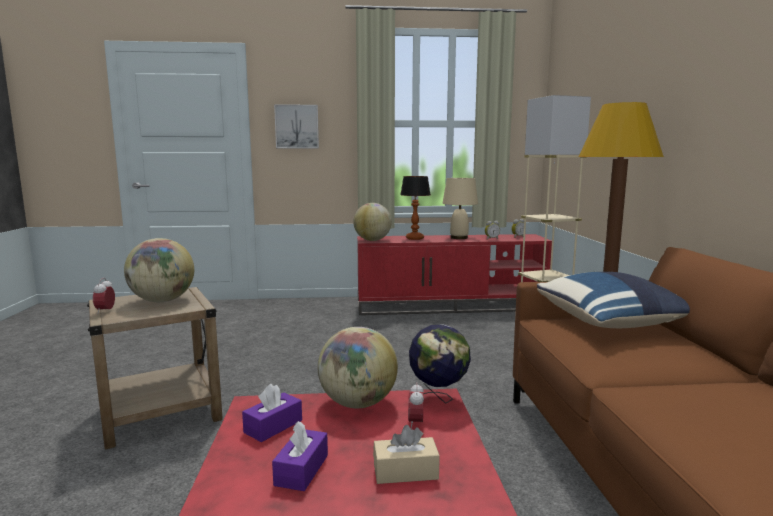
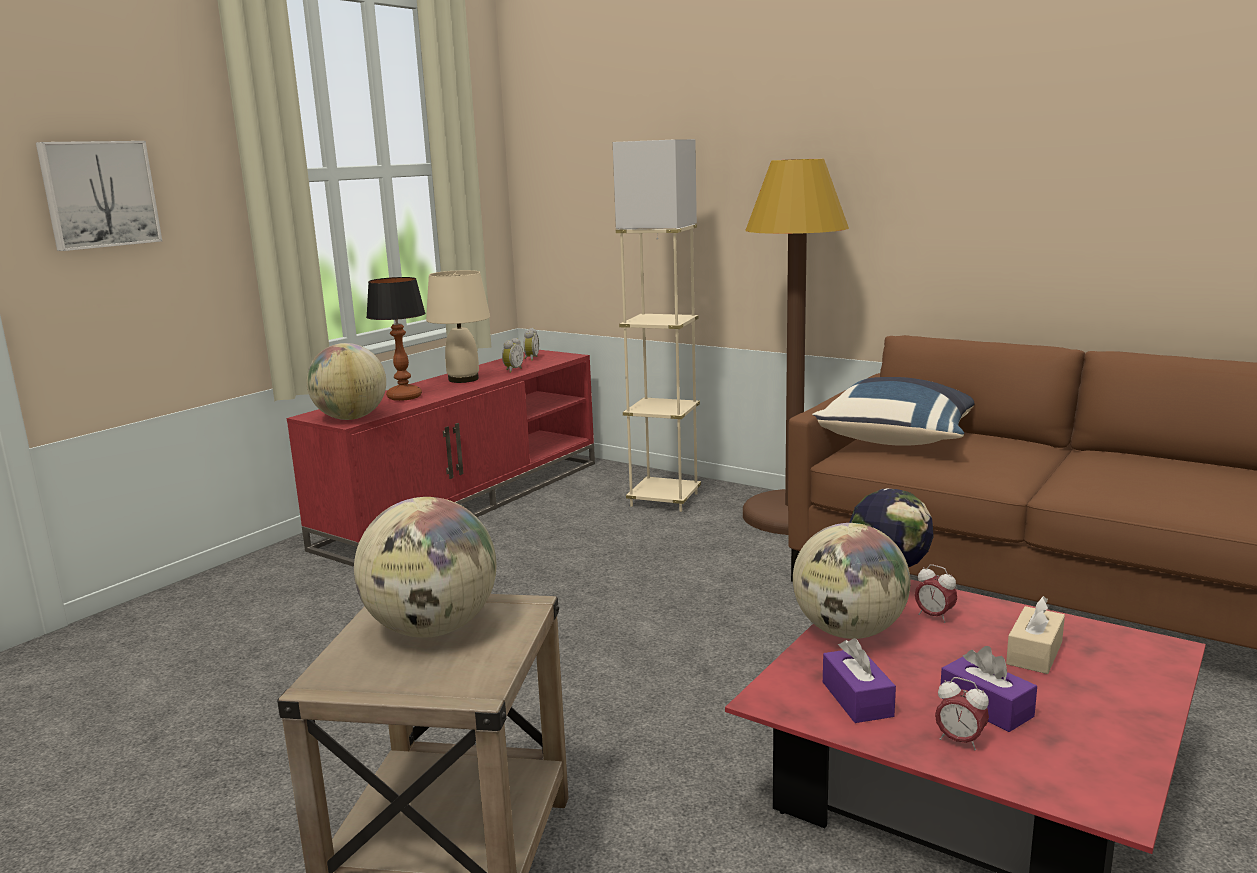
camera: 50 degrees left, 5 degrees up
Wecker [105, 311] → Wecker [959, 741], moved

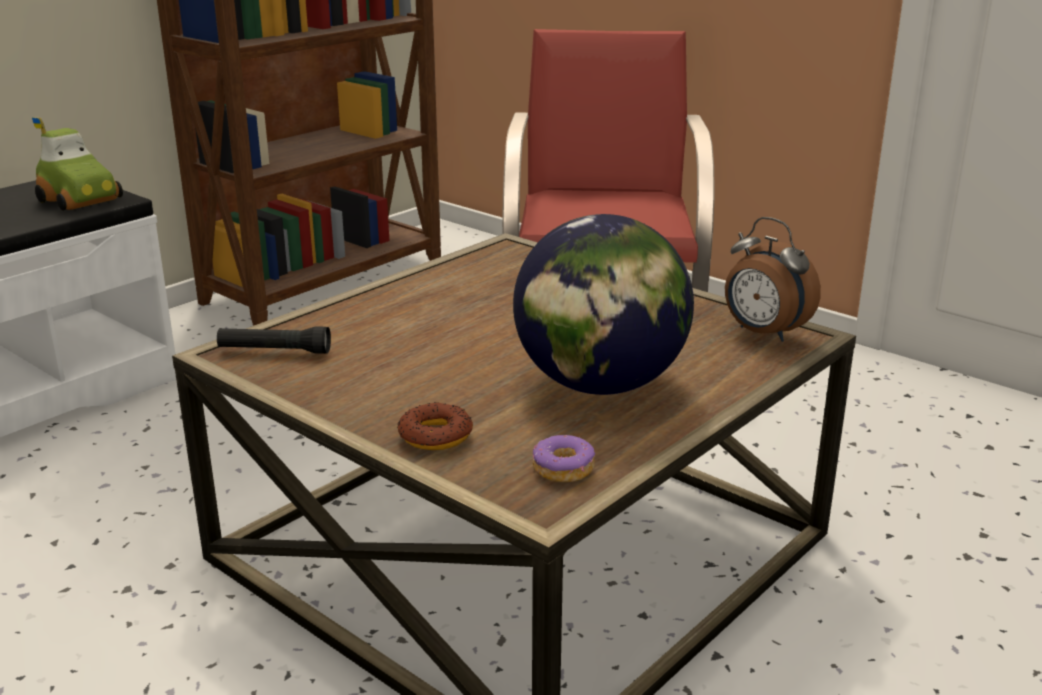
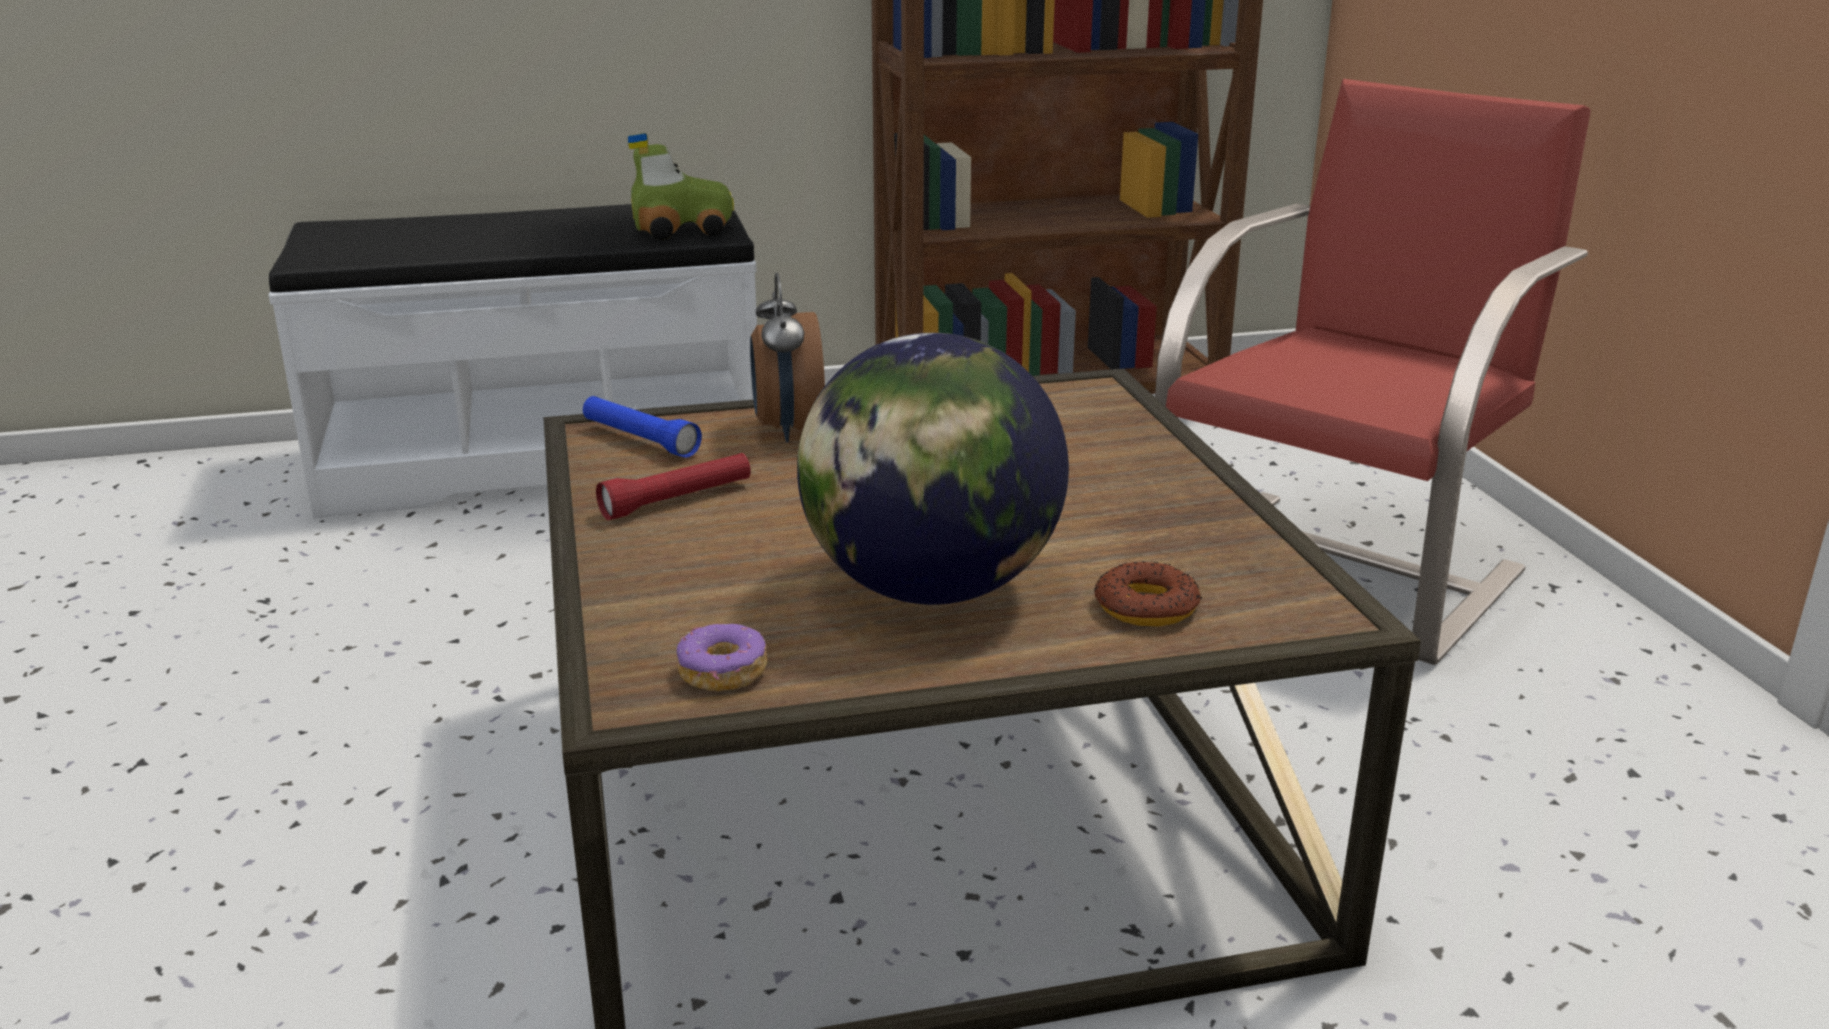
camera: 35 degrees right, 0 degrees up
Spielzeugauto [82, 200] → Spielzeugauto [682, 229], 90 degrees counterclockwise
Taschenlampe/schwarz [274, 351] → Taschenlampe/blau [640, 439]
Donut [435, 435] → Donut [1146, 606], moved
Wecker [763, 333] → Wecker [788, 430], moved
- → Taschenlampe/rot [677, 500]

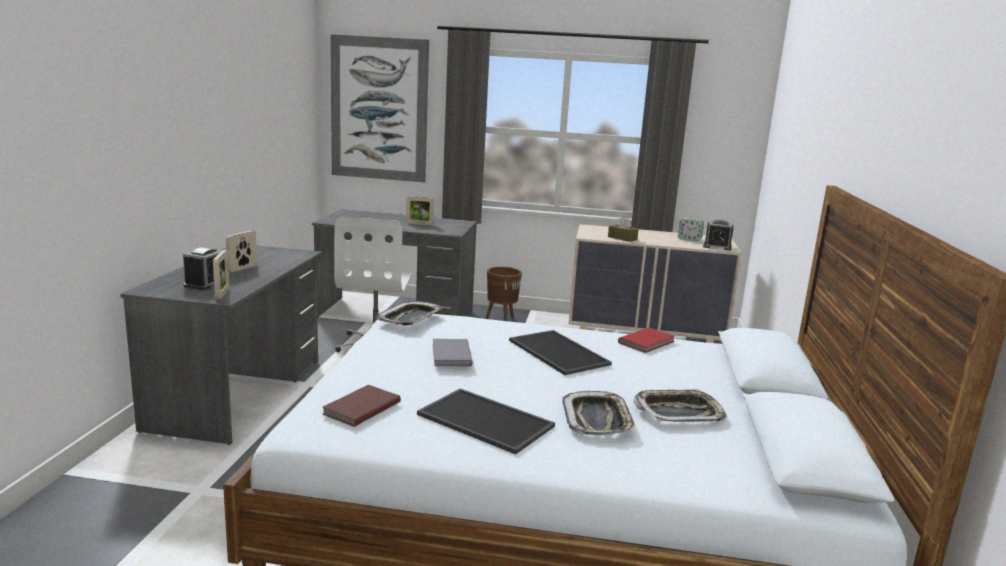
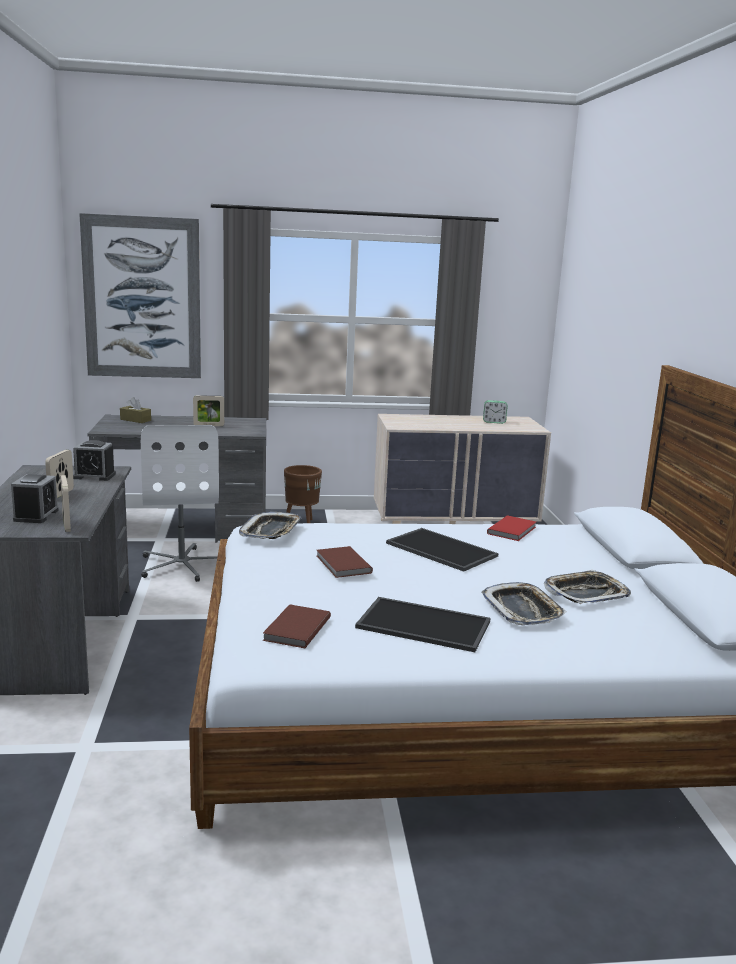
camera: 15 degrees left, 0 degrees up
Buch/grau [450, 355] → Buch/braun [342, 565]
Taschentuchbox/braun [622, 238] → Taschentuchbox/braun [135, 420], moved
Wecker [717, 247] → Wecker [94, 476], moved

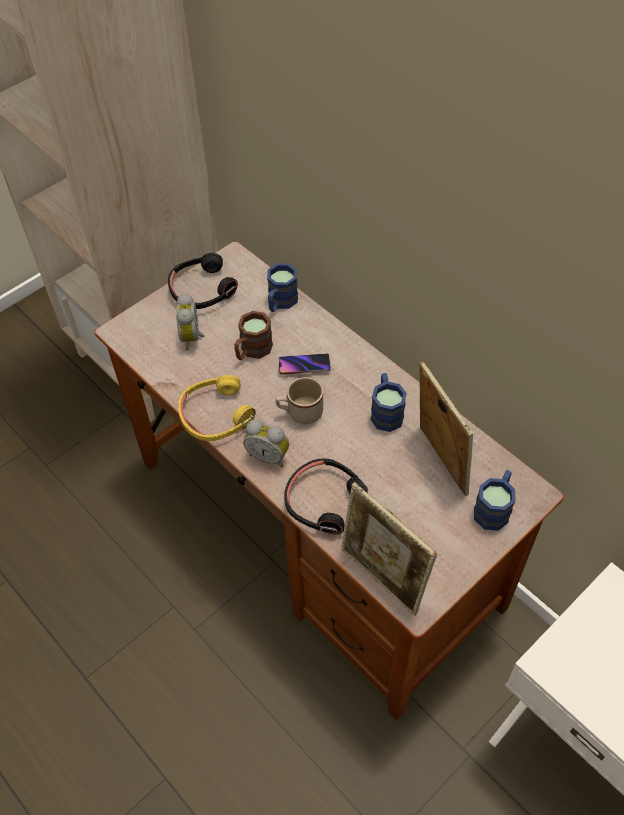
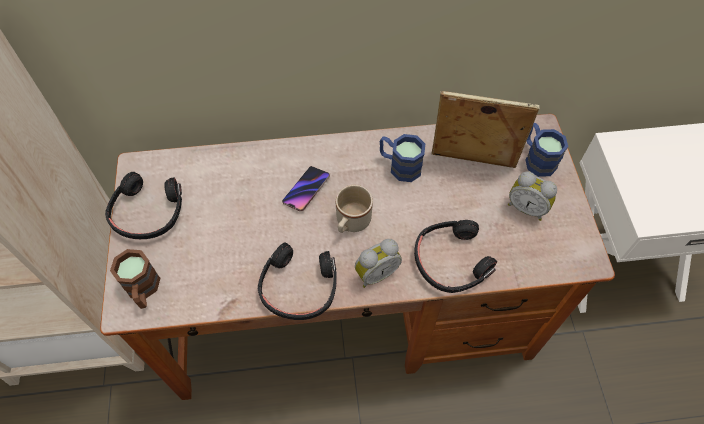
camera: 55 degrees left, 5 degrees up
Wecker [193, 337] → Wecker [526, 207], moved
Kopfhörer/gelb [216, 415] → Kopfhörer/schwarz [299, 287]
Henkelbecher/braun [252, 351] → Henkelbecher/braun [143, 290], moved
Henkelbecher/blau [280, 302] → -
Bilderrahmen [382, 578] → -

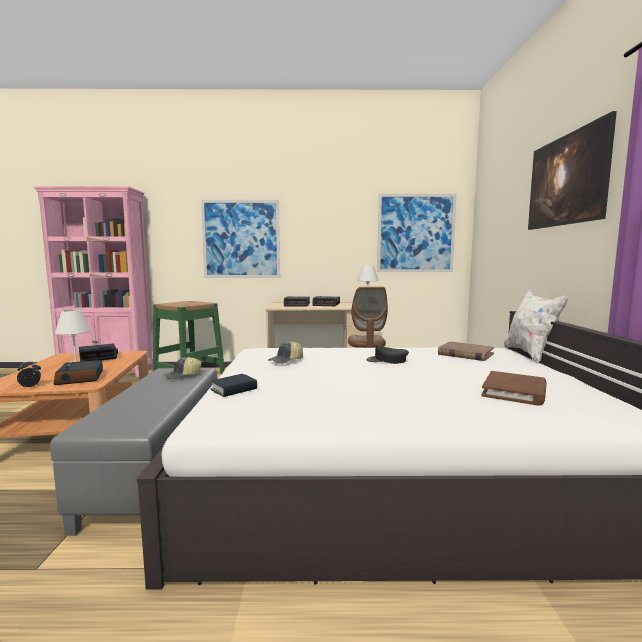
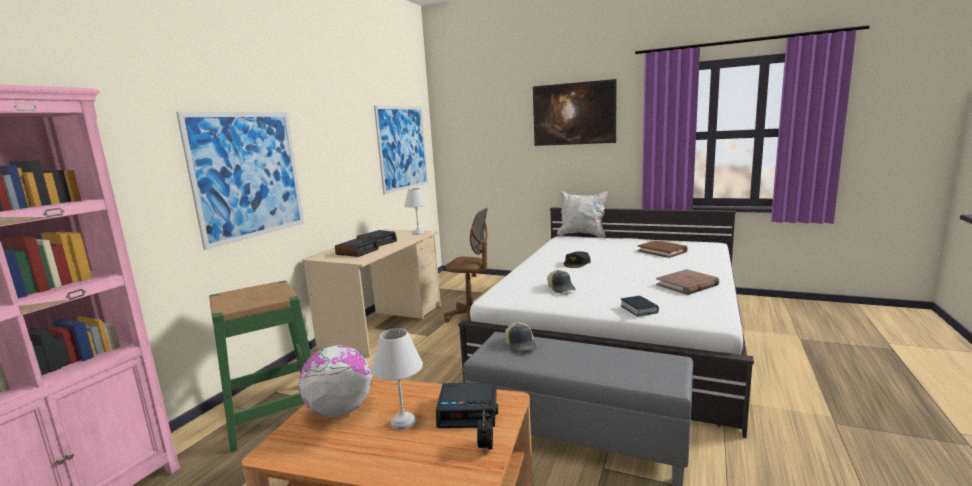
camera: 65 degrees left, 5 degrees up
Wecker [98, 357] → Globus [340, 411]
Buch/braun [465, 354] → Buch/braun [687, 285], moved

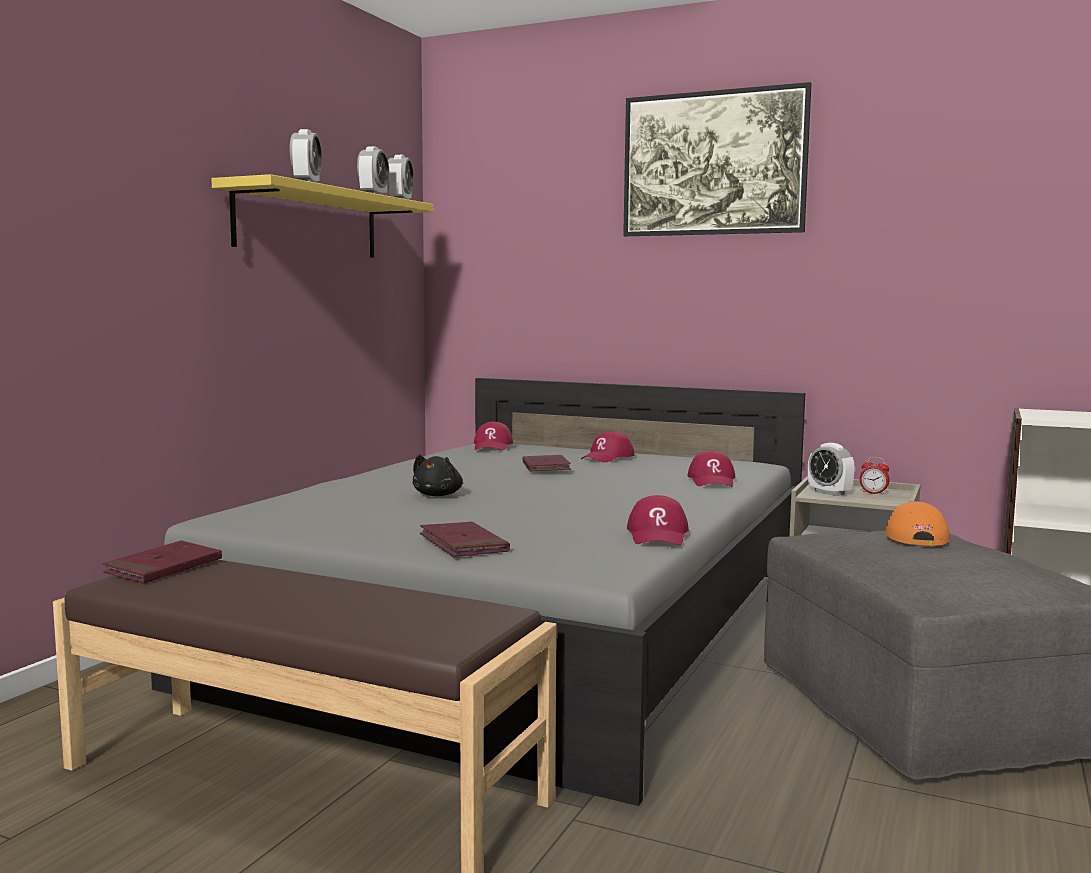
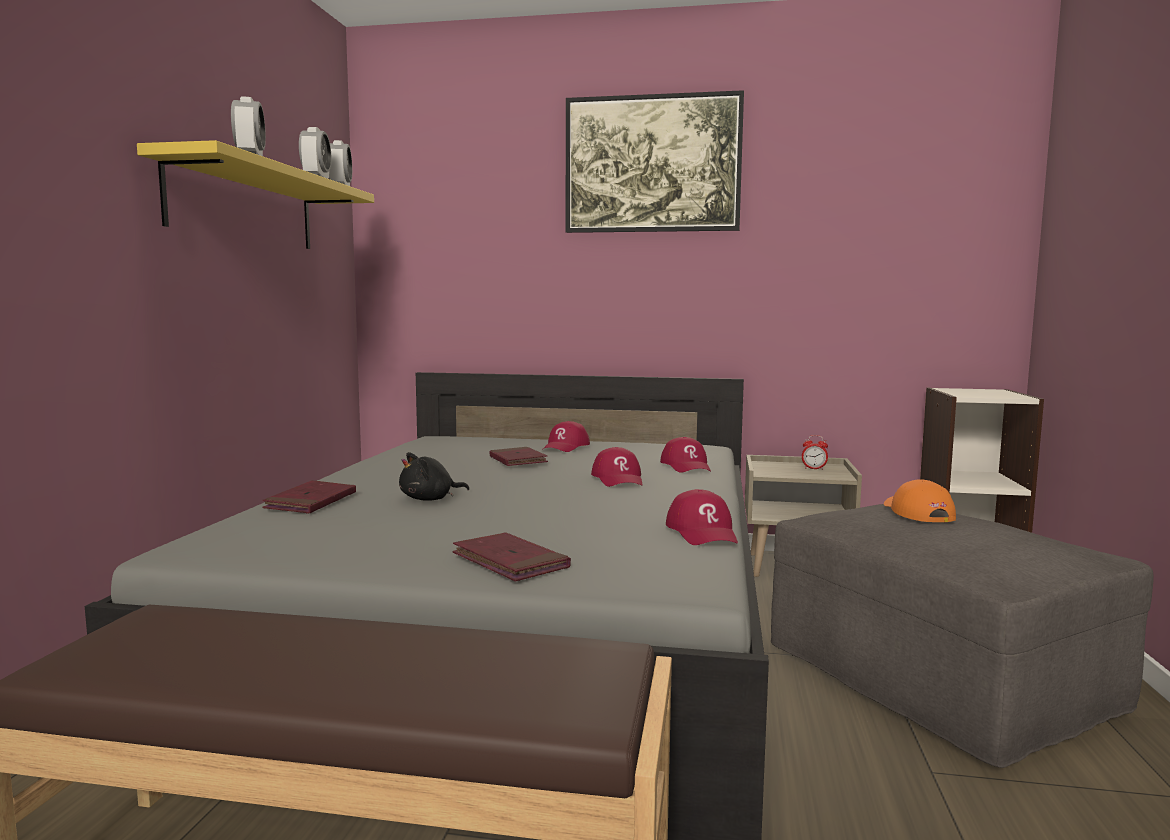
camera: 15 degrees left, 0 degrees up
Buch/rot [164, 567] → Buch/rot [311, 501], moved
Plüschtier/schwarz [438, 495] → Plüschtier/schwarz [430, 499], 60 degrees clockwise
Kappe/rot [492, 446] → Kappe/rot [618, 479], moved
Wecker [829, 493] → -

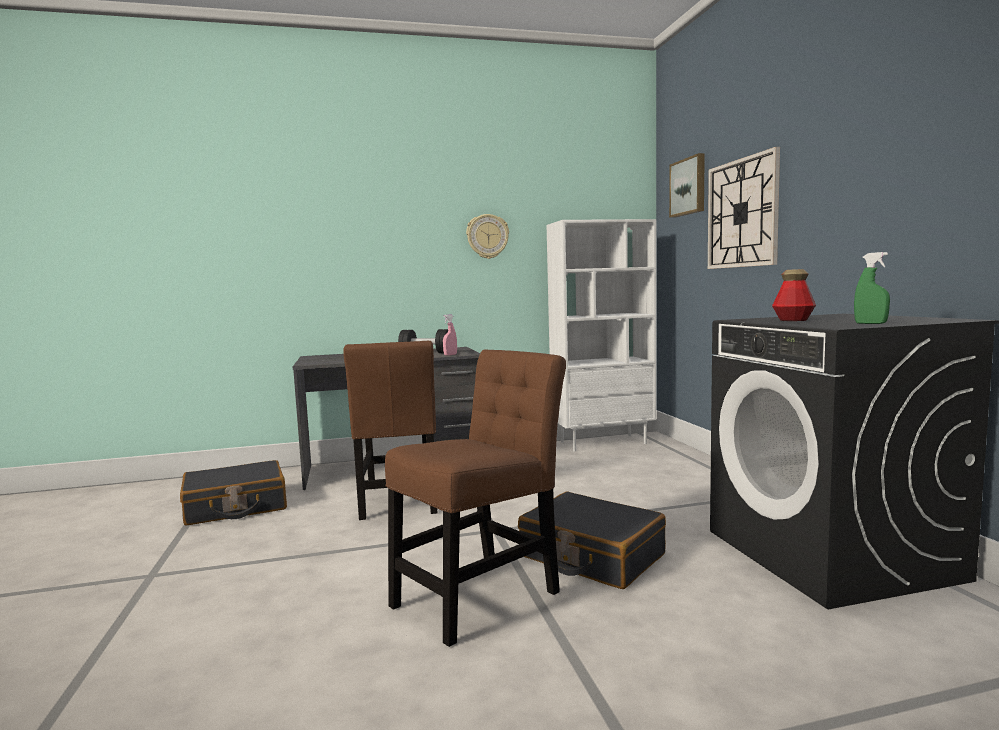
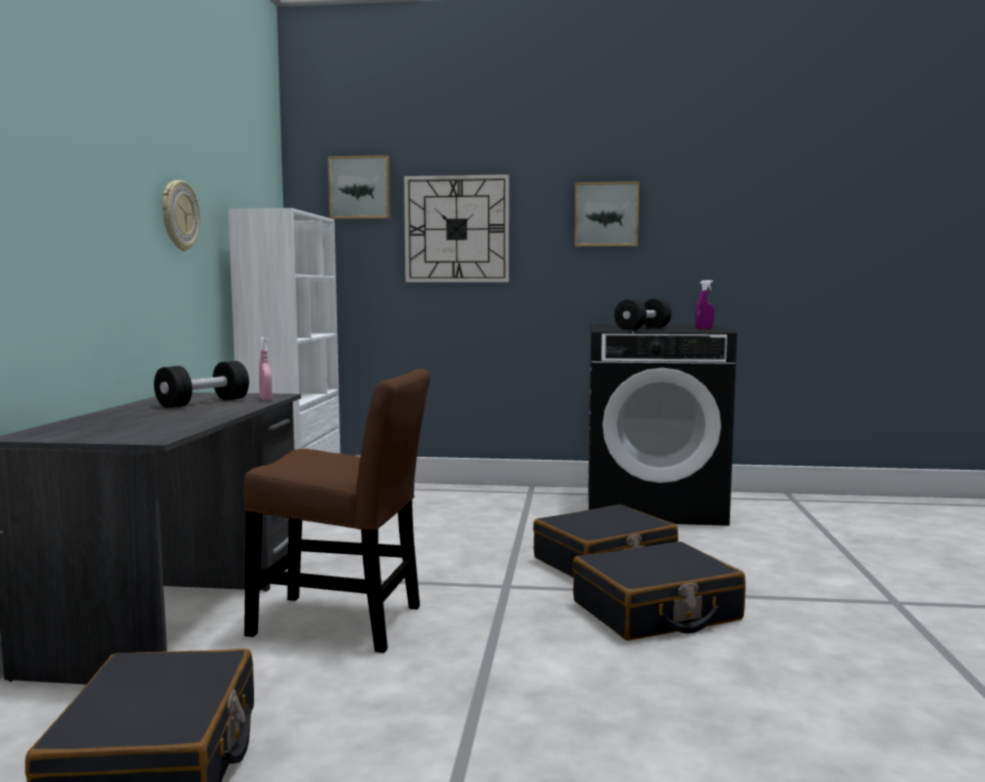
camera: 70 degrees left, 0 degrees up
Stuhl/braun [481, 594] → Koffer/schwarz [656, 612]
Flasche [793, 320] → Hantel/schwarz [643, 329]
Sprühflasche/grün [870, 323] → Sprühflasche/lila [704, 328]
- → Bild [606, 214]

